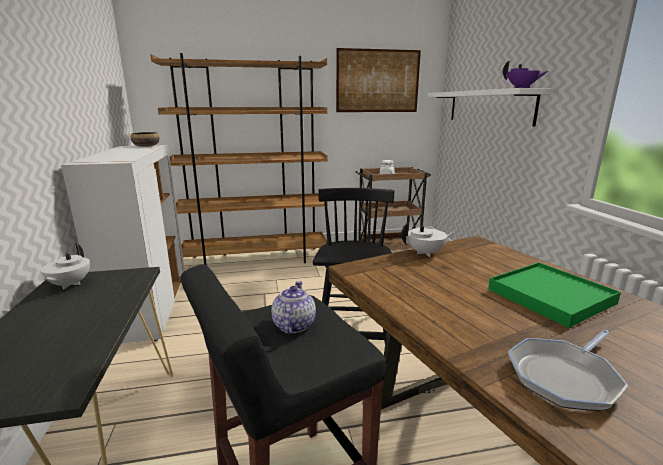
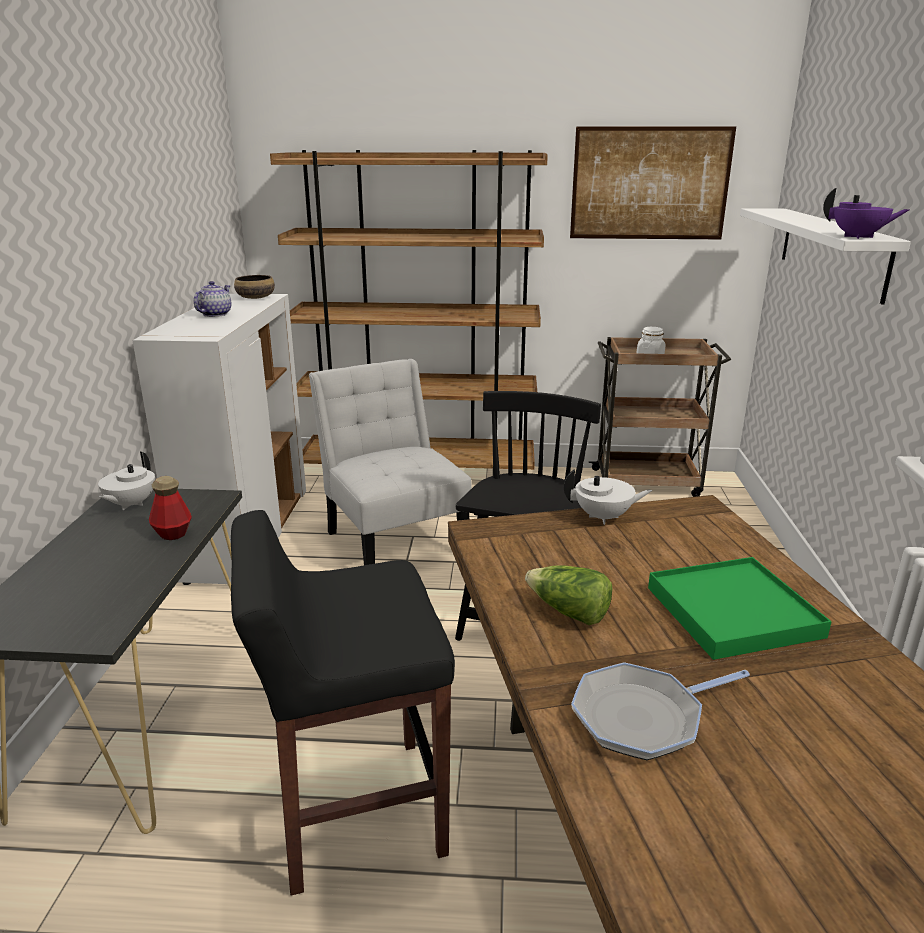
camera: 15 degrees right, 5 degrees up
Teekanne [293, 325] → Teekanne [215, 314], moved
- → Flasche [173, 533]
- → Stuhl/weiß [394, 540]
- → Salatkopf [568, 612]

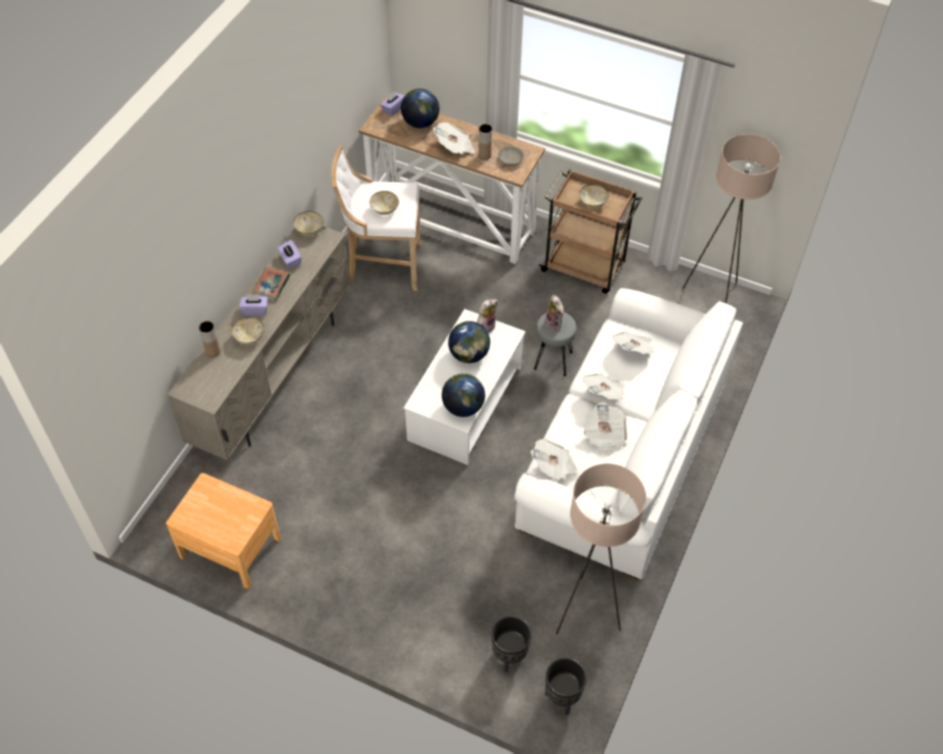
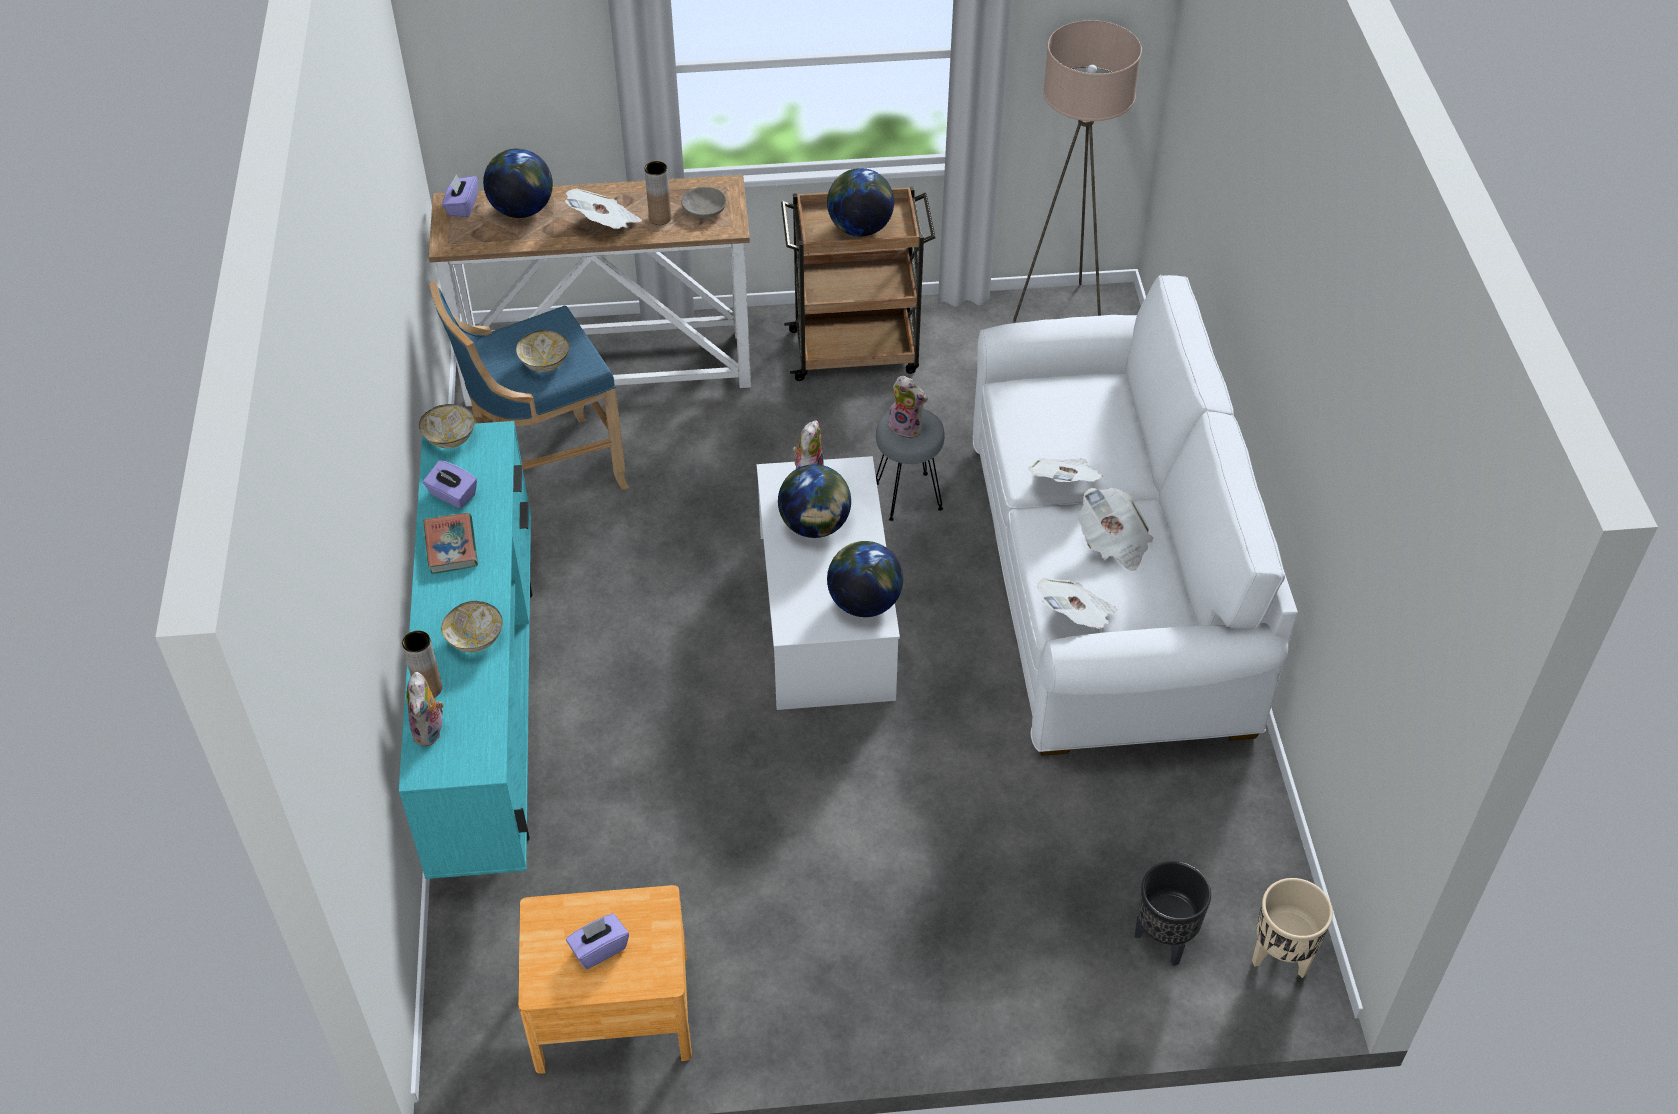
camera: 30 degrees left, 5 degrees down
Fernsehschrank/beige [275, 375] → Fernsehschrank/türkis [489, 712]
Taschentuchbox/lila [255, 310] → Taschentuchbox/lila [599, 949], moved
Hocker/weiß [382, 265] → Hocker/blau [544, 474]
Pflanzkübel/schwarz [562, 698] → Pflanzkübel/beige [1281, 957]
Stehlampe/beige [586, 613] → -
Schüssel [592, 203] → Globus [859, 228]
Zeitung [633, 349] → -
- → Plüschtier [430, 731]

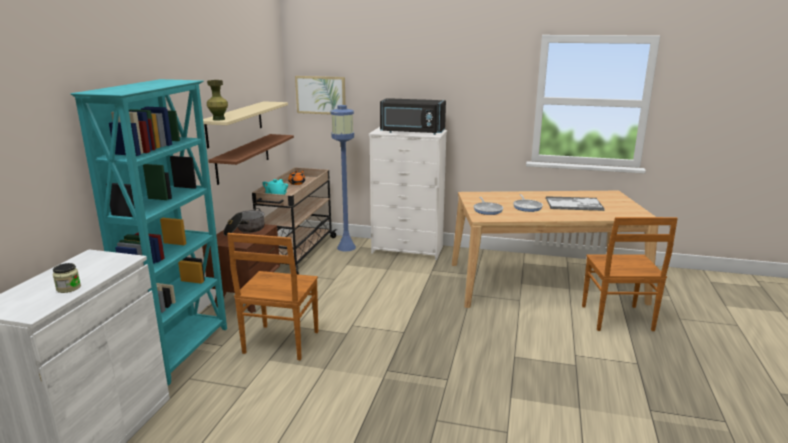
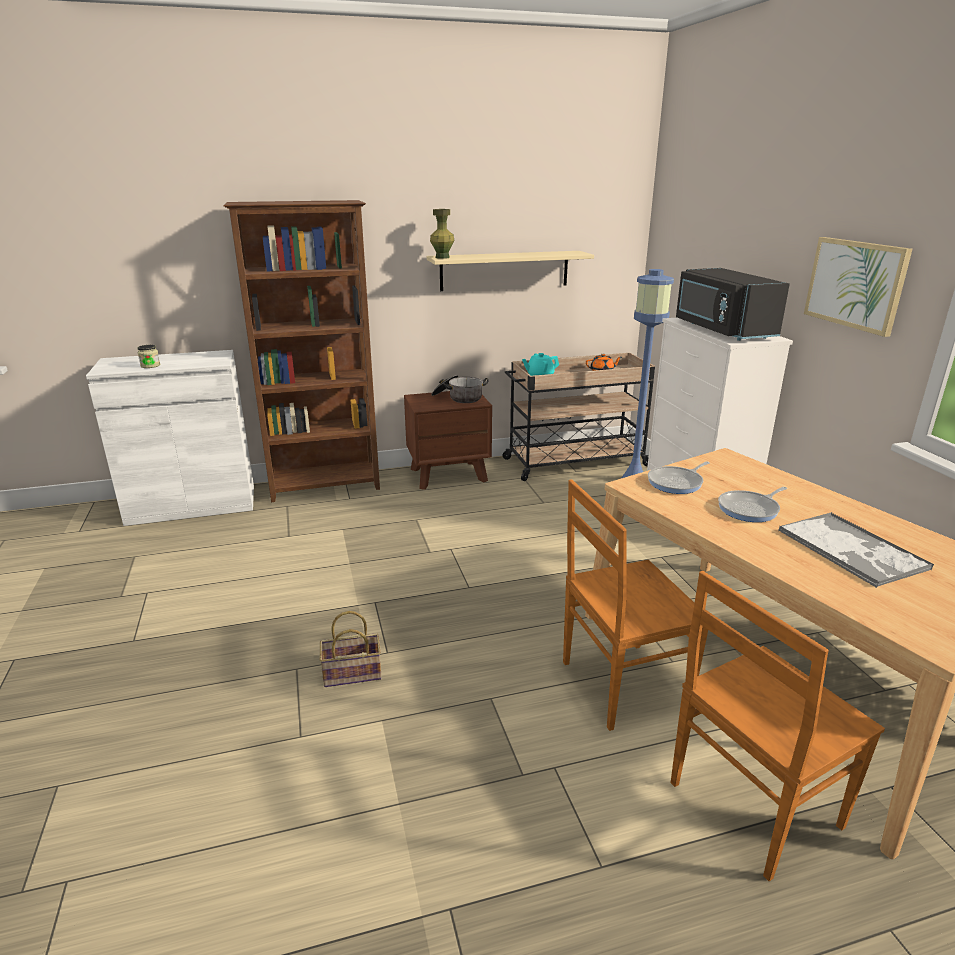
camera: 60 degrees right, 5 degrees up
Bücherregal/türkis [183, 351] → Bücherregal/braun [326, 487]
Wandregal/braun [243, 158] → -
Stuhl/braun [280, 343] → Stuhl/braun [620, 685], moved
Bild [321, 95] → Bild [855, 284], moved
- → Korb [351, 674]

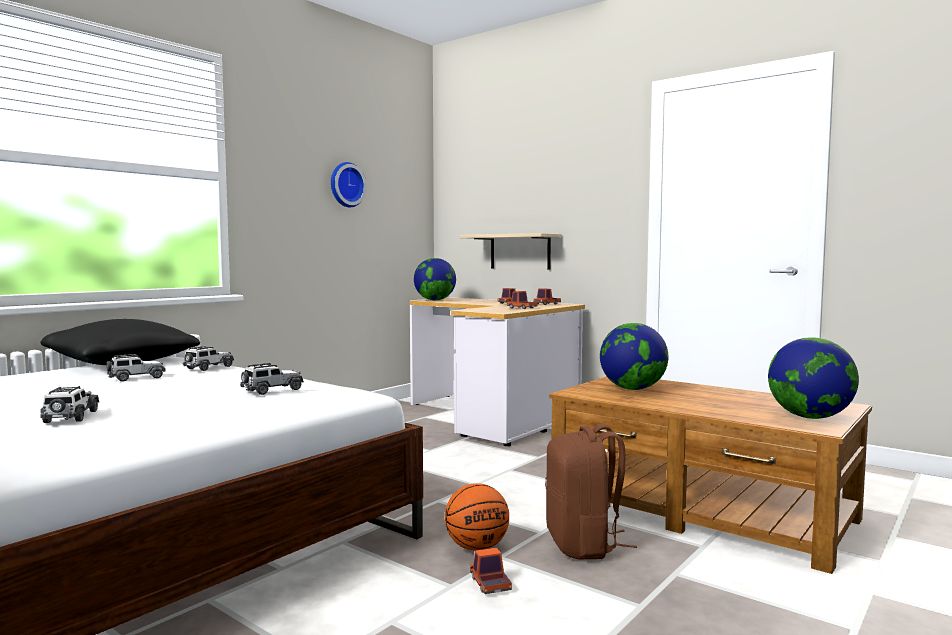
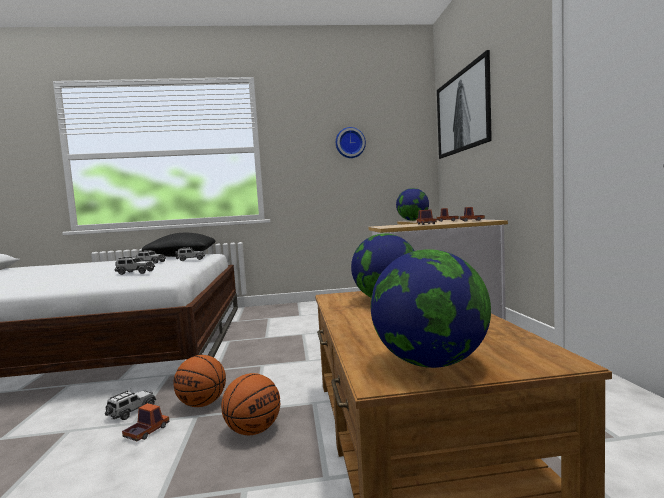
camera: 45 degrees right, 0 degrees up
Spielzeugauto [70, 417] → Spielzeugauto [131, 411], moved
Wandregal [520, 251] → -
Rucksack/braun [584, 545] → Basketball [253, 431]
- → Bild [462, 112]

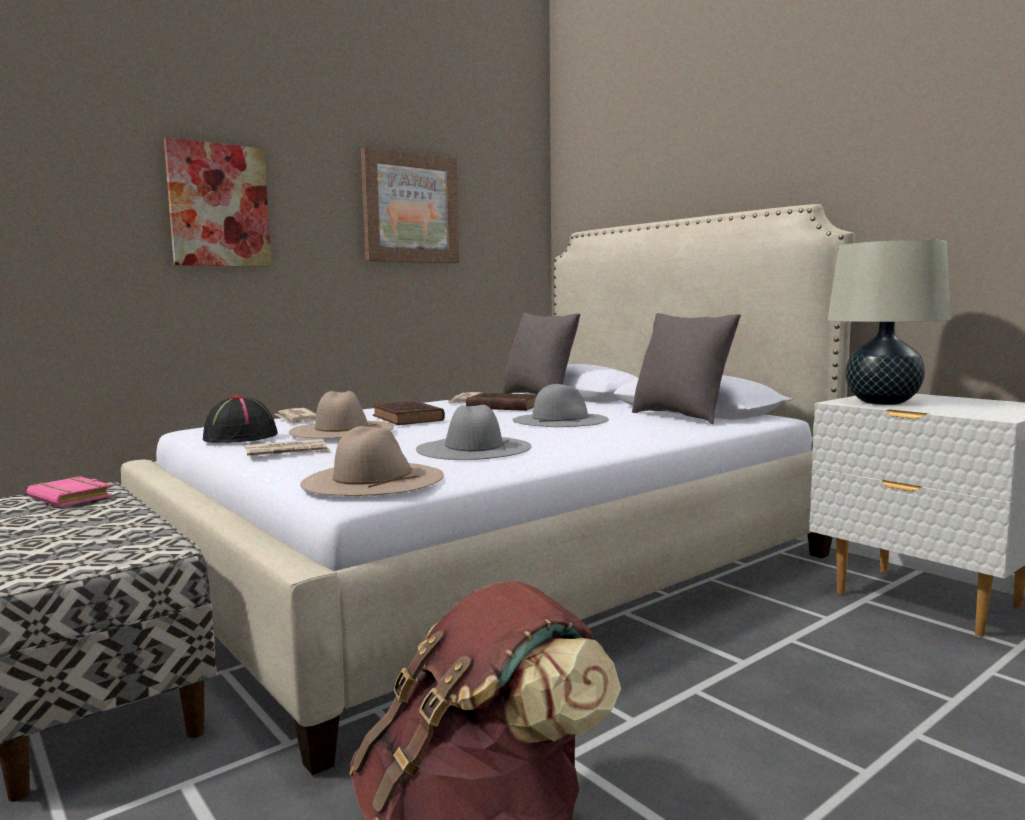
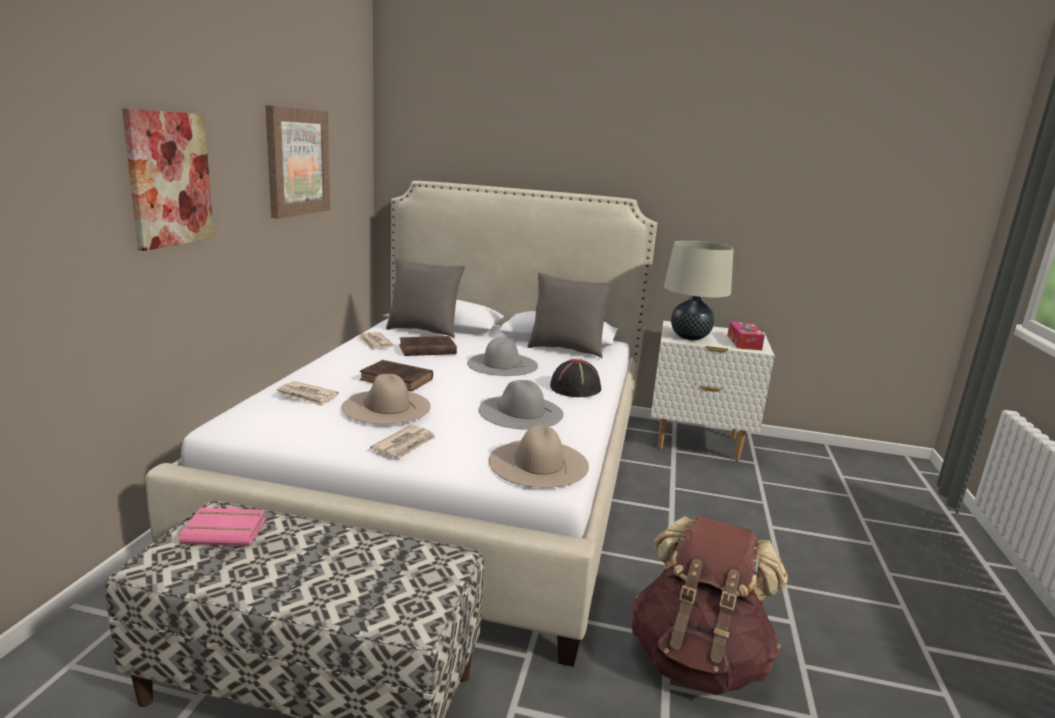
camera: 40 degrees left, 10 degrees up
Hut/schwarz [241, 437] → Hut/schwarz [575, 388], moved
- → Taschentuchbox [744, 342]

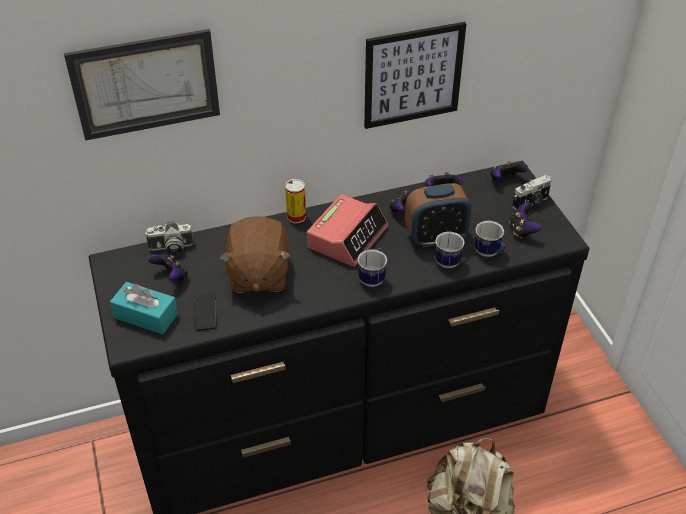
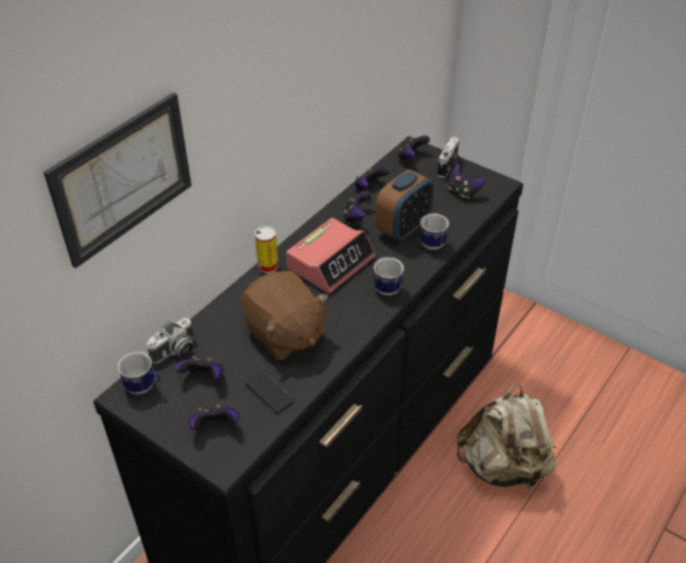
camera: 35 degrees left, 0 degrees up
Taschentuchbox/türkis [146, 316] → Gamepad [215, 426]
Wecker [347, 237] → Wecker [331, 262], 45 degrees clockwise
Bild [413, 75] → -
Henkelbecher [489, 253] → Henkelbecher [144, 387], moved

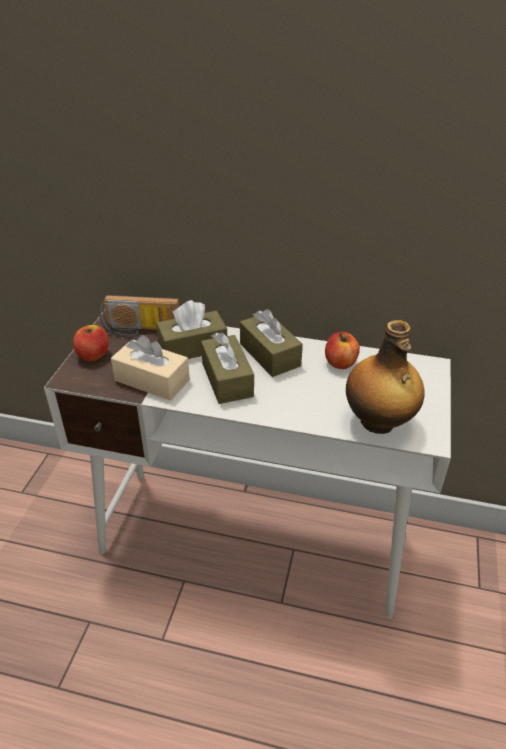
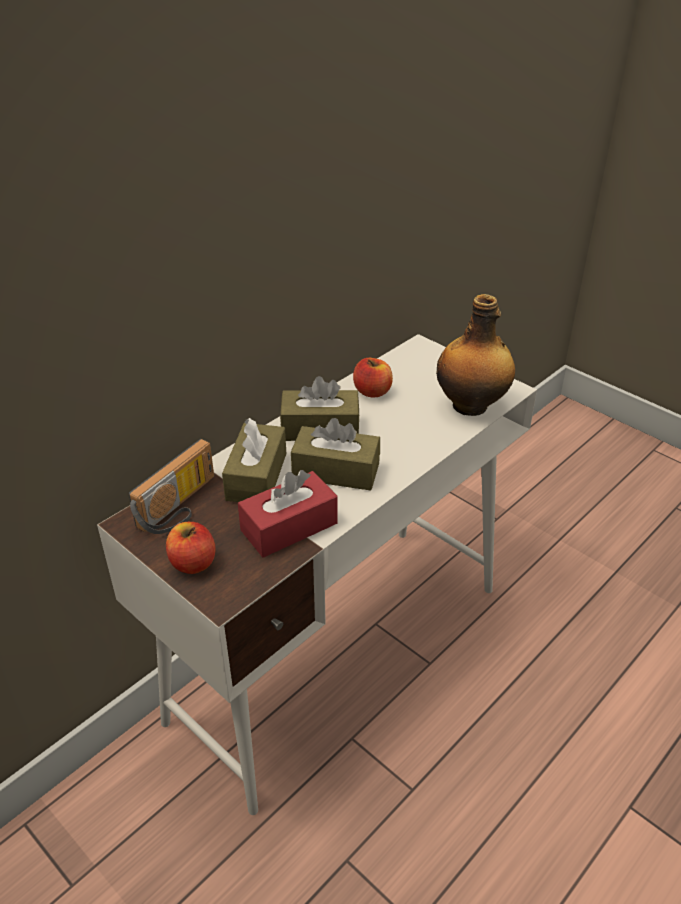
camera: 60 degrees left, 0 degrees up
Taschentuchbox/beige [152, 380] → Taschentuchbox/rot [289, 527]

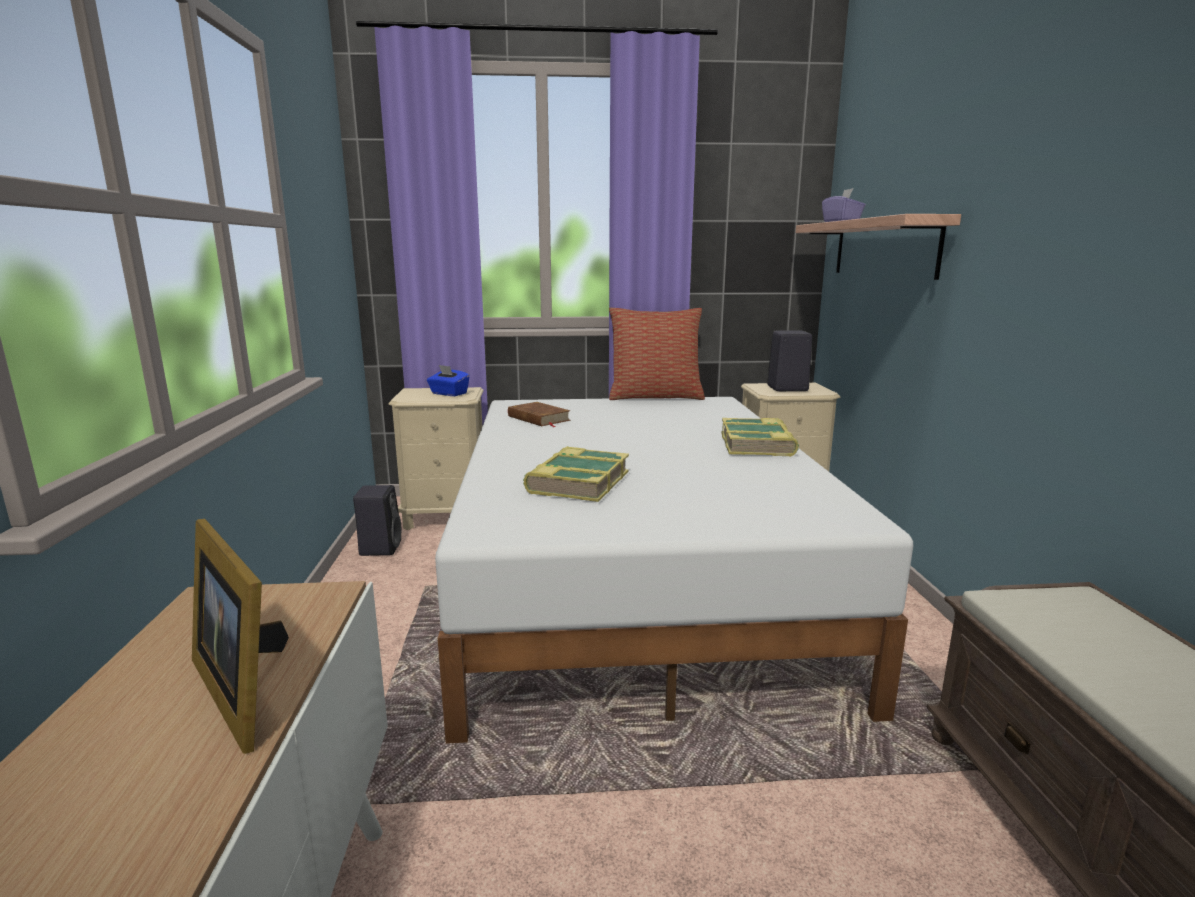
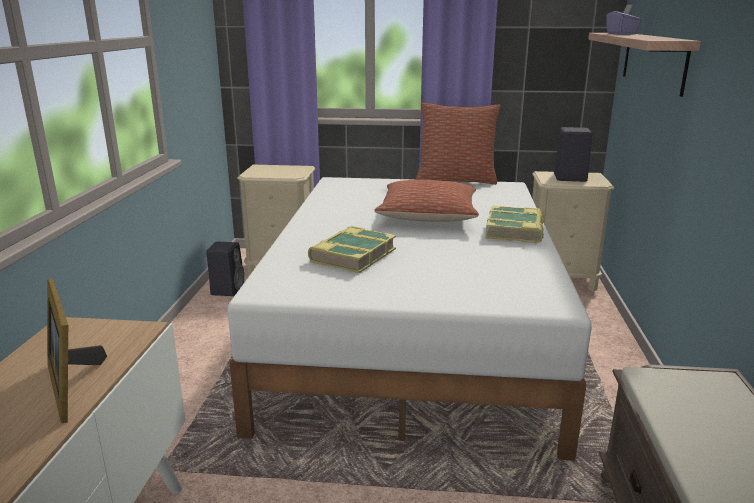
camera: 10 degrees right, 5 degrees up
Taschentuchbox/blau [449, 393] → -
Buch/braun [538, 418] → -
- → Kissen [428, 216]

